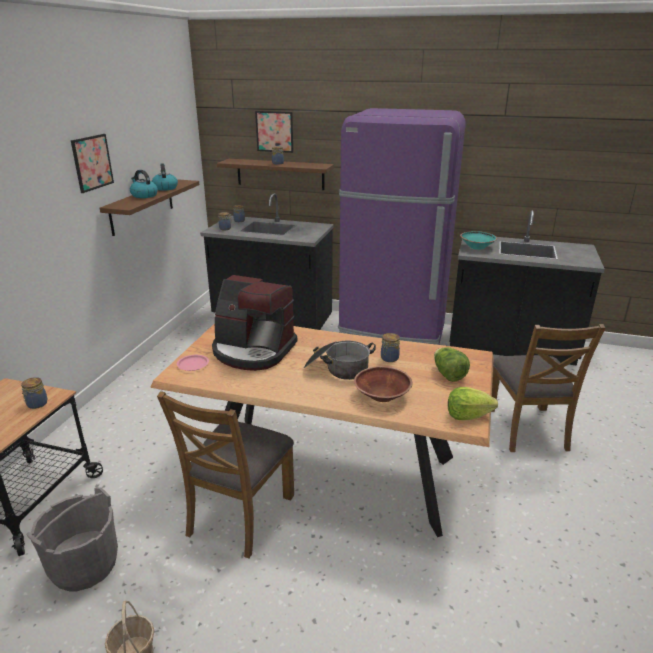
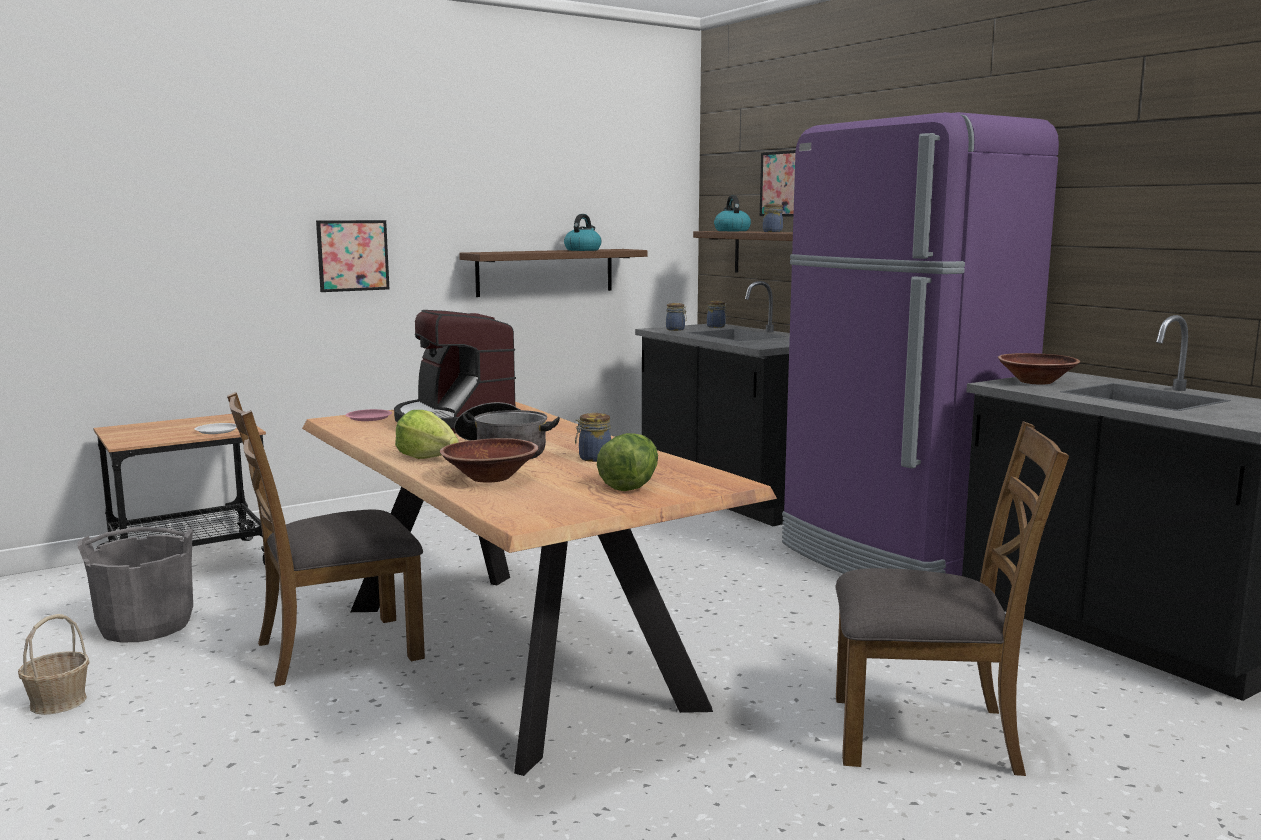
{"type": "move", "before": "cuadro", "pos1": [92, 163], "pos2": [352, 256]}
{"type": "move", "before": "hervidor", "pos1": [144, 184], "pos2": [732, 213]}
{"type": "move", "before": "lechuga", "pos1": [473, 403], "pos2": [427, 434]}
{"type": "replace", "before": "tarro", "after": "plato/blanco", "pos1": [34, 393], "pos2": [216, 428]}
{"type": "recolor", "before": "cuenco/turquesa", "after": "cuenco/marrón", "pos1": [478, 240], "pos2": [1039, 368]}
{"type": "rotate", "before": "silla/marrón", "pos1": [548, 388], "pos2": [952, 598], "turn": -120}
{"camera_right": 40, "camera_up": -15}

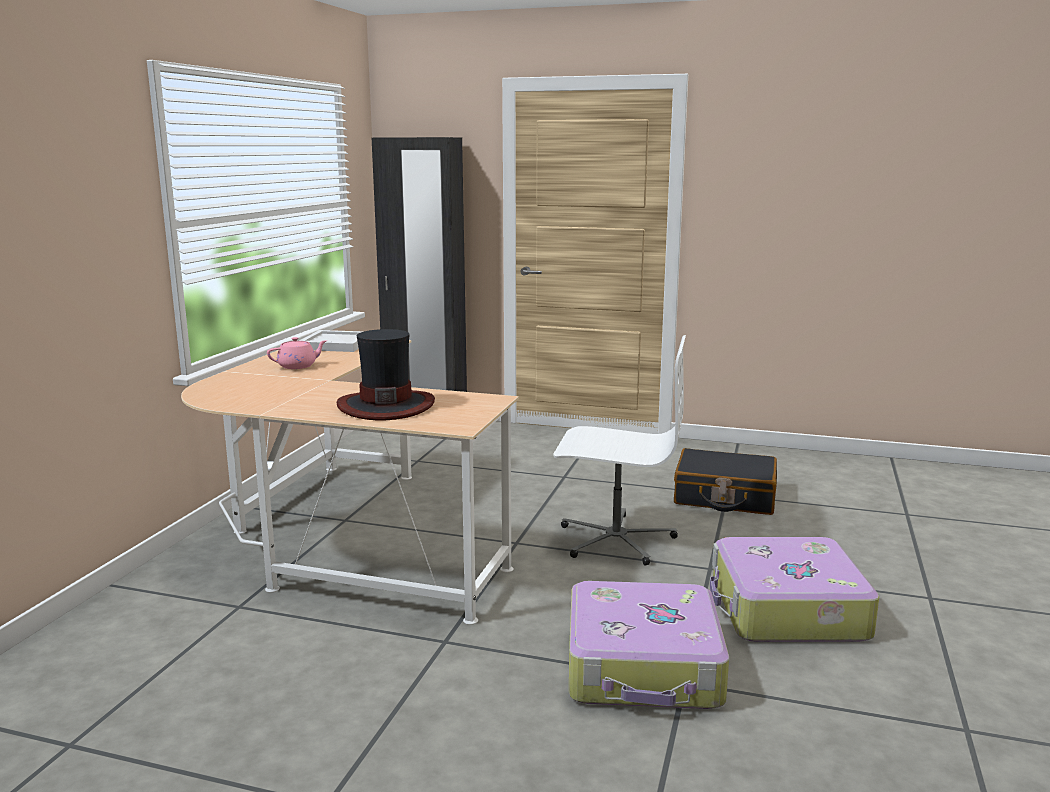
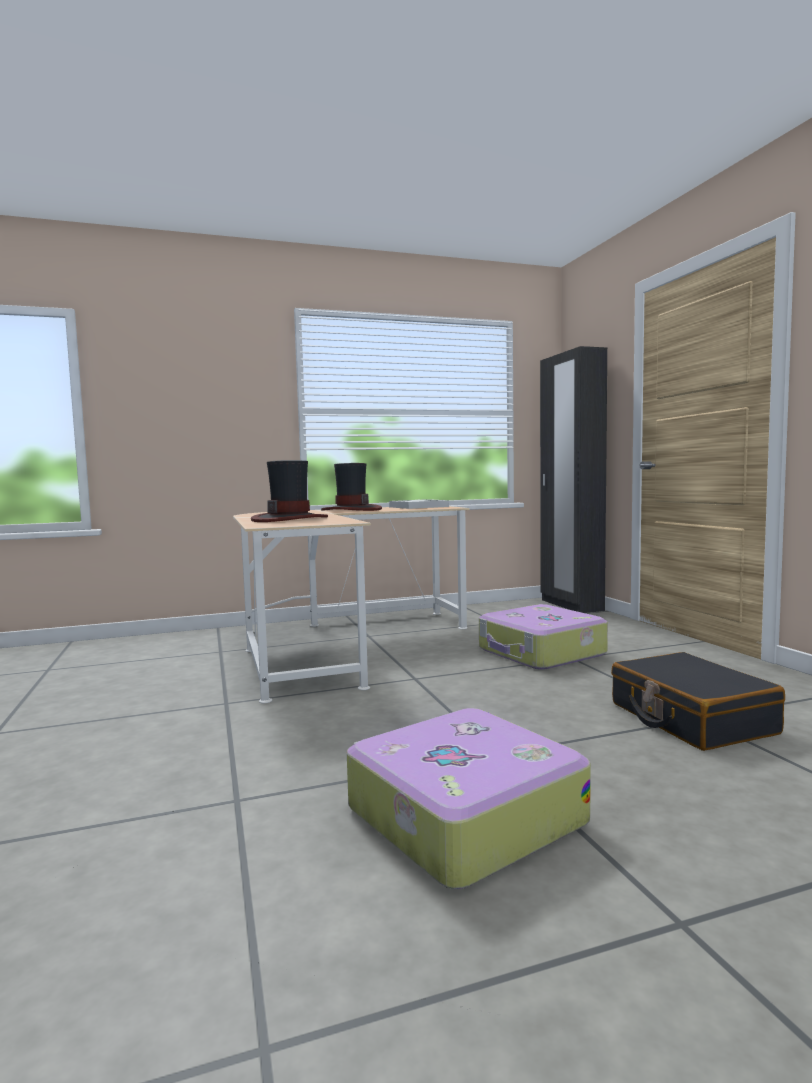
{"type": "delete", "before": "silla de oficina/blanco", "pos1": [619, 450]}
{"type": "move", "before": "maleta", "pos1": [649, 645], "pos2": [543, 637]}
{"type": "replace", "before": "tetera/rosa", "after": "sombrero", "pos1": [297, 353], "pos2": [351, 487]}
{"camera_right": 55, "camera_up": -10}

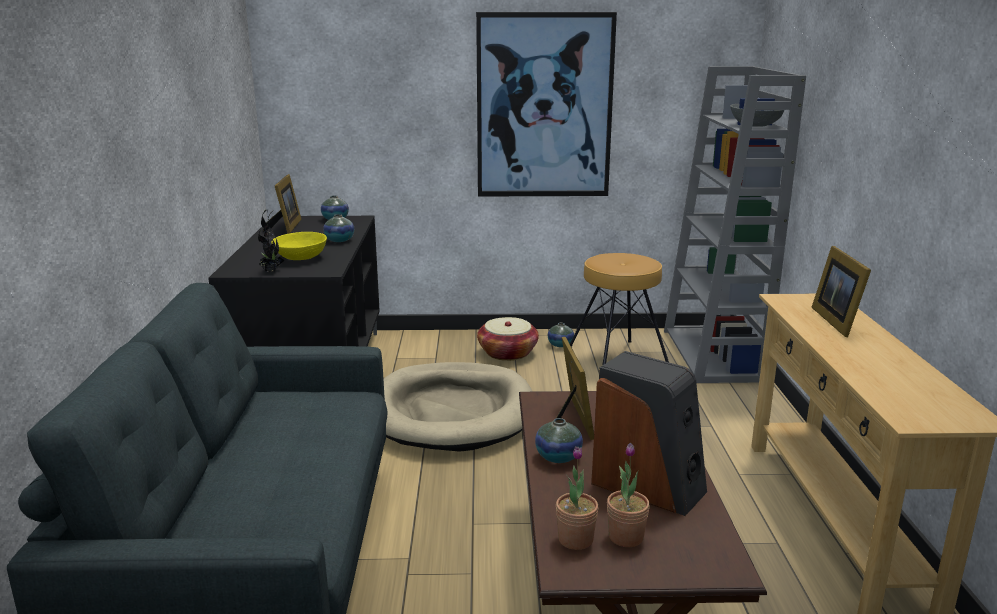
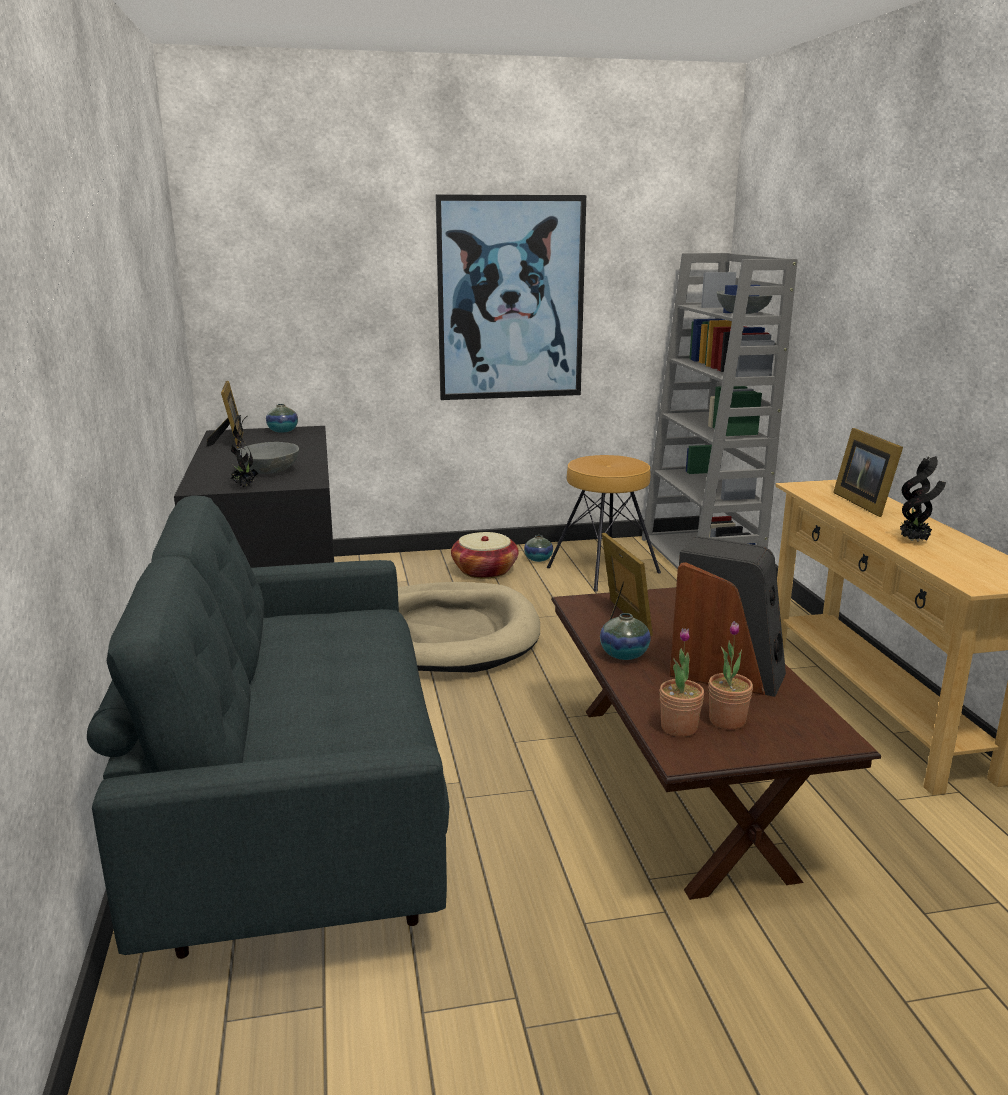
{"type": "delete", "before": "florero", "pos1": [338, 228]}
{"type": "insert", "after": "planta en maceta", "pos2": [923, 499]}
{"type": "recolor", "before": "cuenco/amarillo", "after": "cuenco/gris", "pos1": [299, 246], "pos2": [268, 458]}
{"camera_right": -10, "camera_up": 0}

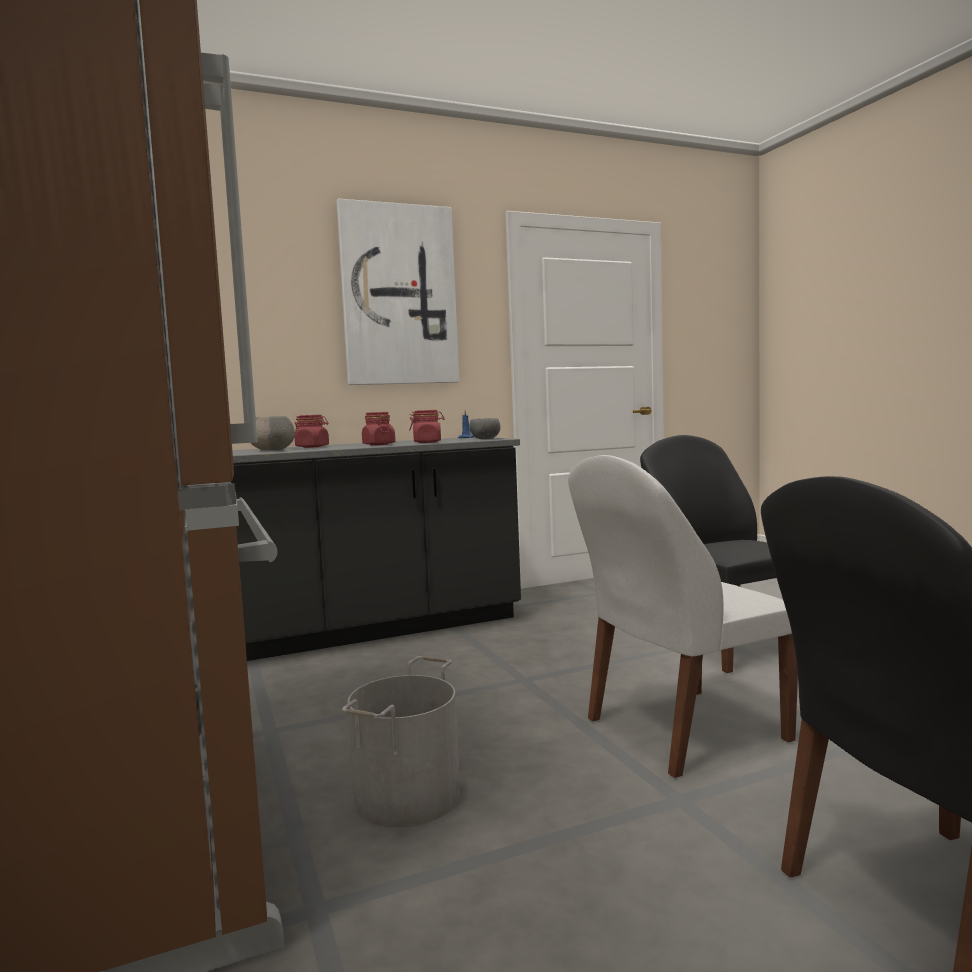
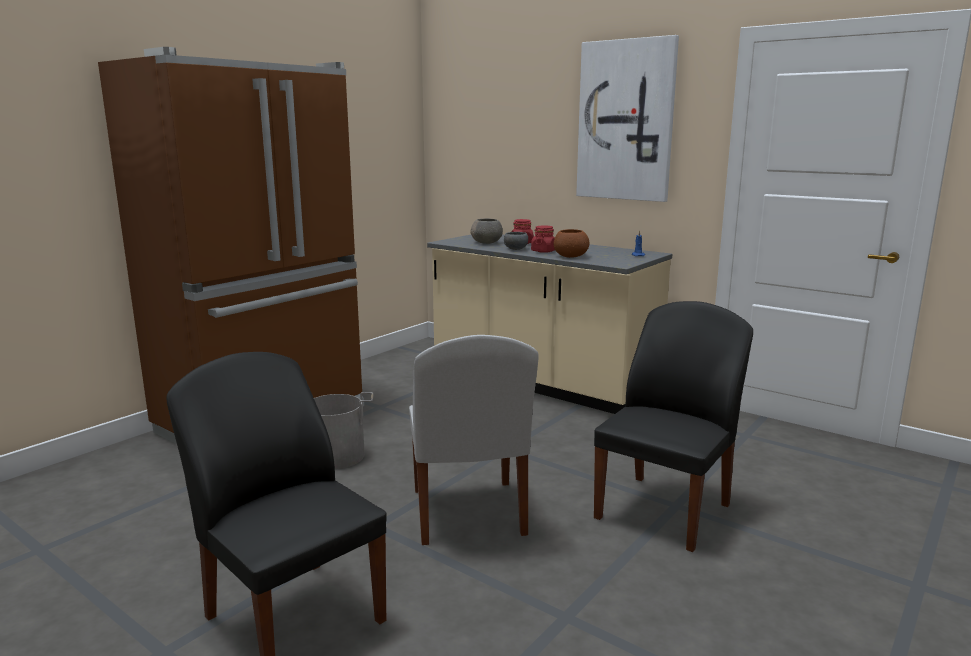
{"type": "move", "before": "cuenco/gris", "pos1": [484, 428], "pos2": [516, 241]}
{"type": "replace", "before": "tarro/rojo", "after": "cuenco/marrón", "pos1": [427, 426], "pos2": [571, 243]}
{"type": "recolor", "before": "mueble bajo de cocina/negro", "after": "mueble bajo de cocina/beis", "pos1": [376, 549], "pos2": [549, 324]}
{"type": "rotate", "before": "silla/blanco", "pos1": [683, 616], "pos2": [474, 440], "turn": -135}
{"camera_right": 60, "camera_up": 10}

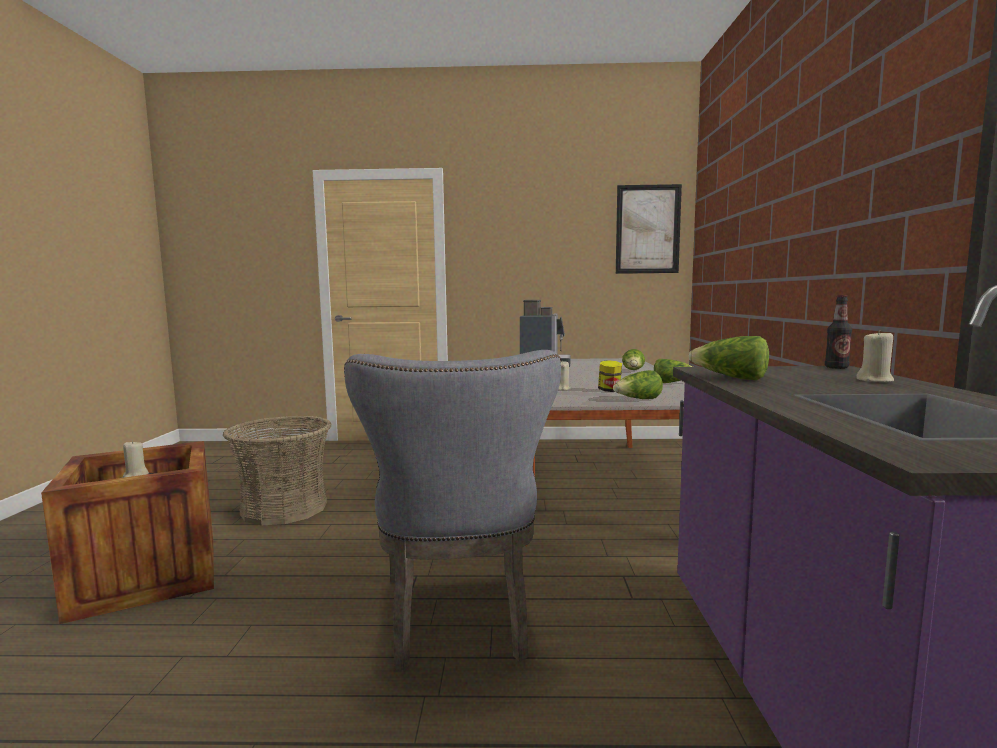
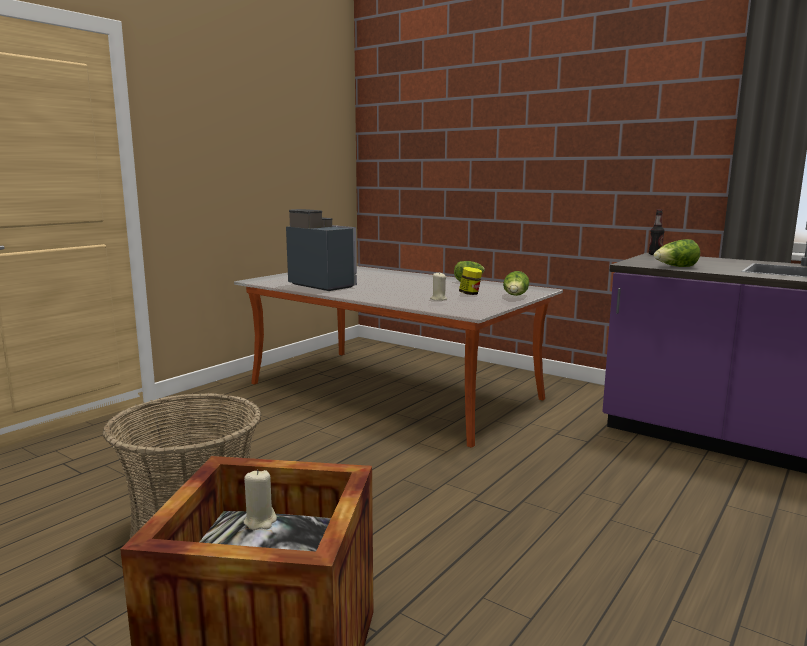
{"type": "delete", "before": "silla/gris", "pos1": [452, 511]}
{"type": "delete", "before": "cuadro", "pos1": [649, 229]}
{"type": "delete", "before": "lechuga", "pos1": [633, 359]}
{"type": "delete", "before": "vela/beis", "pos1": [875, 356]}
{"camera_right": -55, "camera_up": 5}

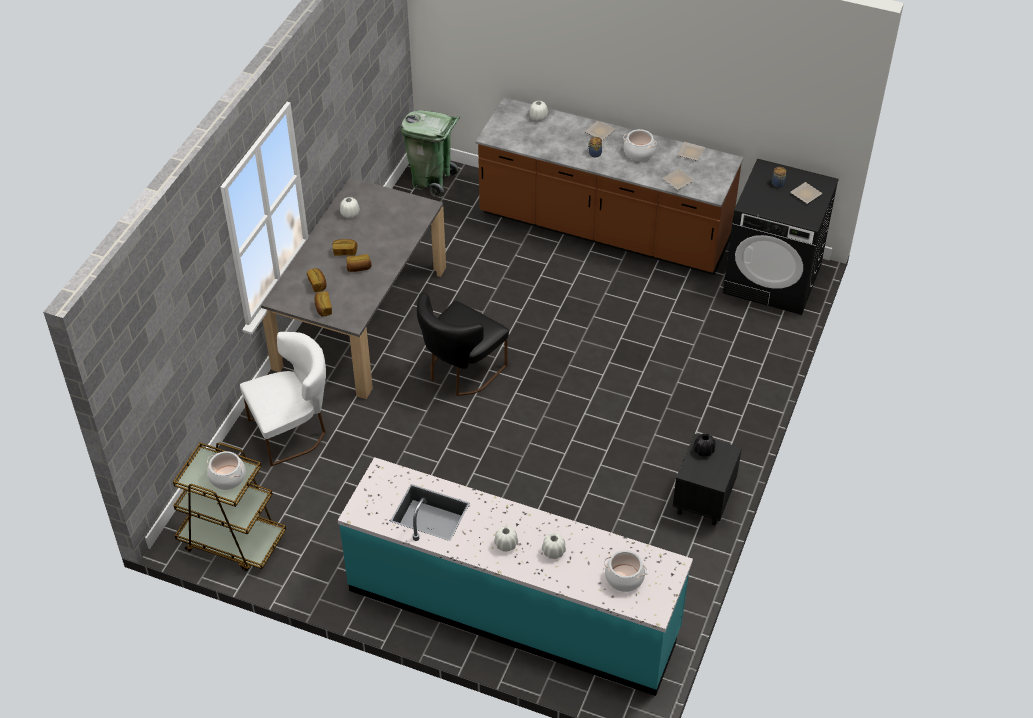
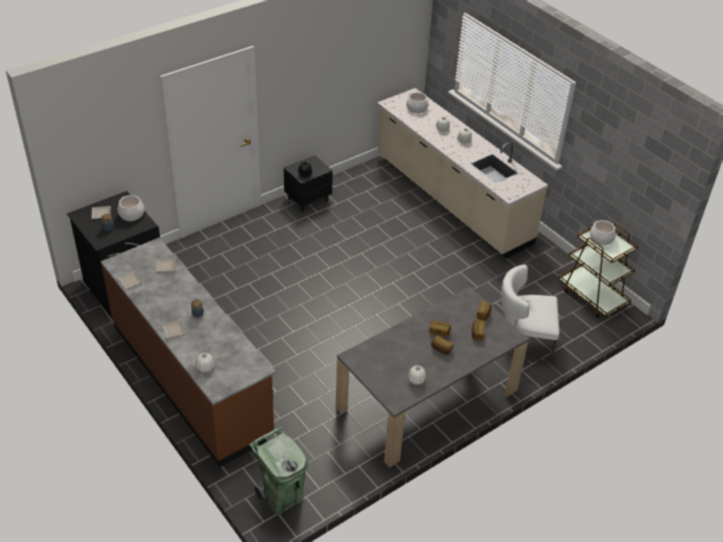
{"type": "delete", "before": "silla/negro", "pos1": [463, 344]}
{"type": "move", "before": "olla", "pos1": [640, 145], "pos2": [131, 208]}
{"type": "recolor", "before": "mueble bajo de cocina/turquesa", "after": "mueble bajo de cocina/beis", "pos1": [515, 576], "pos2": [462, 173]}
{"camera_right": -150, "camera_up": -5}

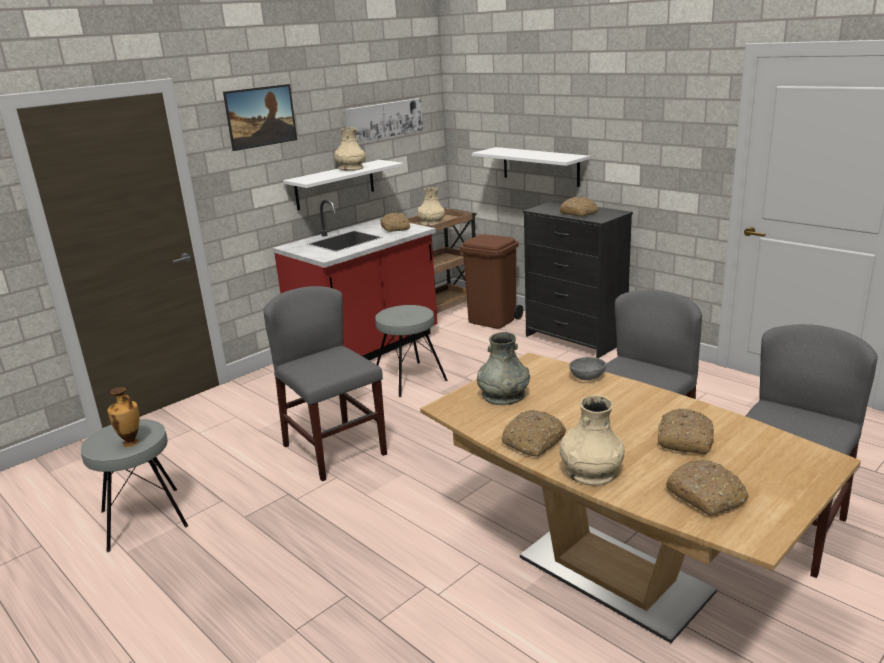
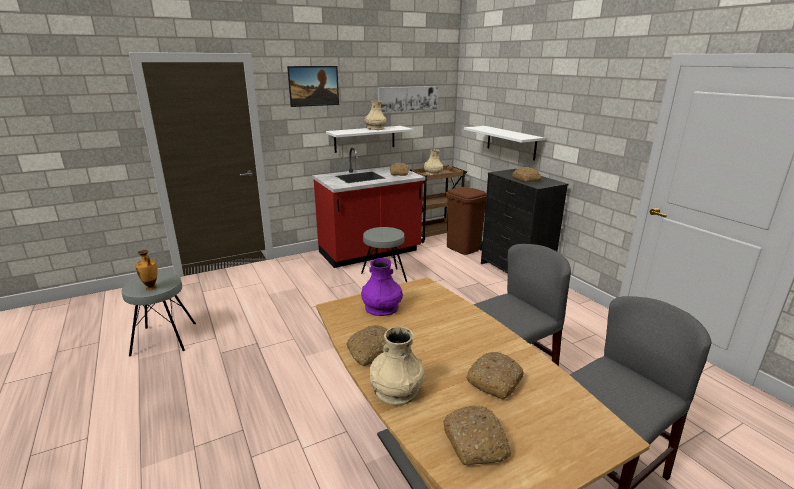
{"type": "delete", "before": "silla/gris", "pos1": [325, 383]}
{"type": "delete", "before": "cuenco/gris", "pos1": [587, 368]}
{"type": "recolor", "before": "florero/gris", "after": "florero/morado", "pos1": [503, 368], "pos2": [382, 287]}
{"camera_right": 15, "camera_up": 0}

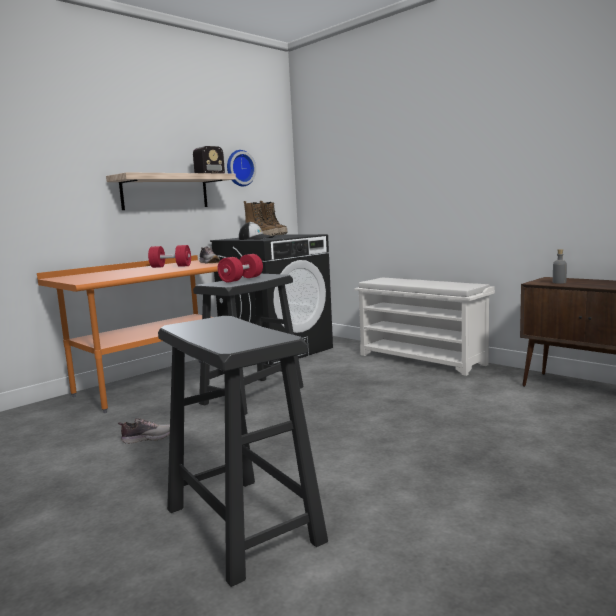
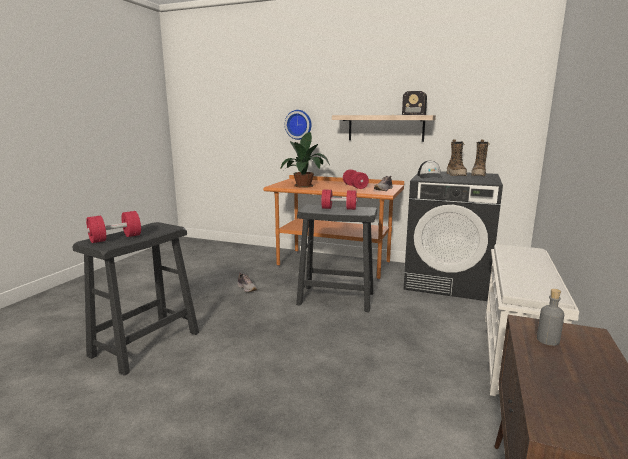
{"type": "insert", "after": "mancuerna/rojo", "pos2": [113, 227]}
{"type": "insert", "after": "planta en maceta", "pos2": [305, 160]}
{"type": "move", "before": "reloj de pared", "pos1": [241, 168], "pos2": [298, 125]}
{"camera_right": 65, "camera_up": 5}

